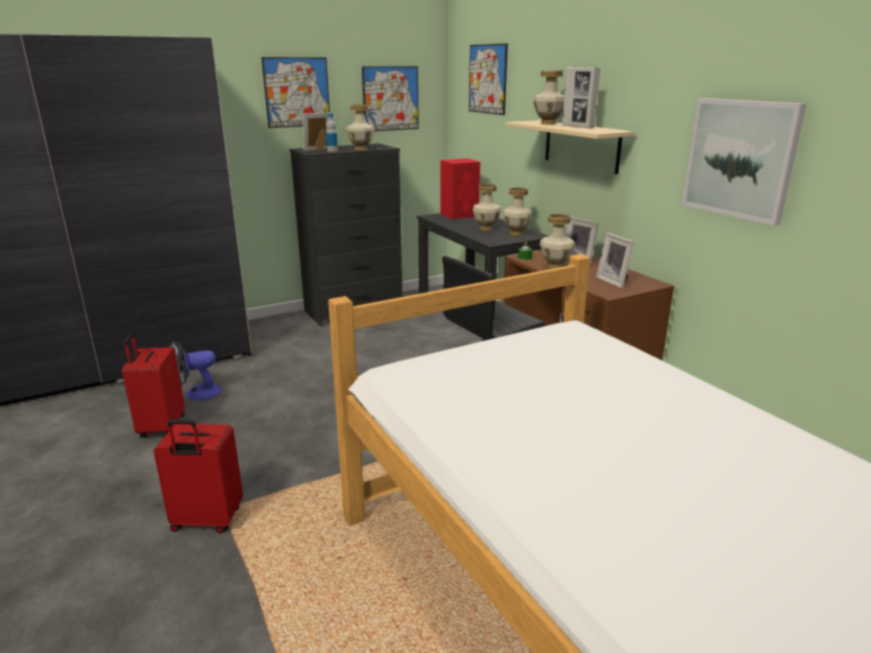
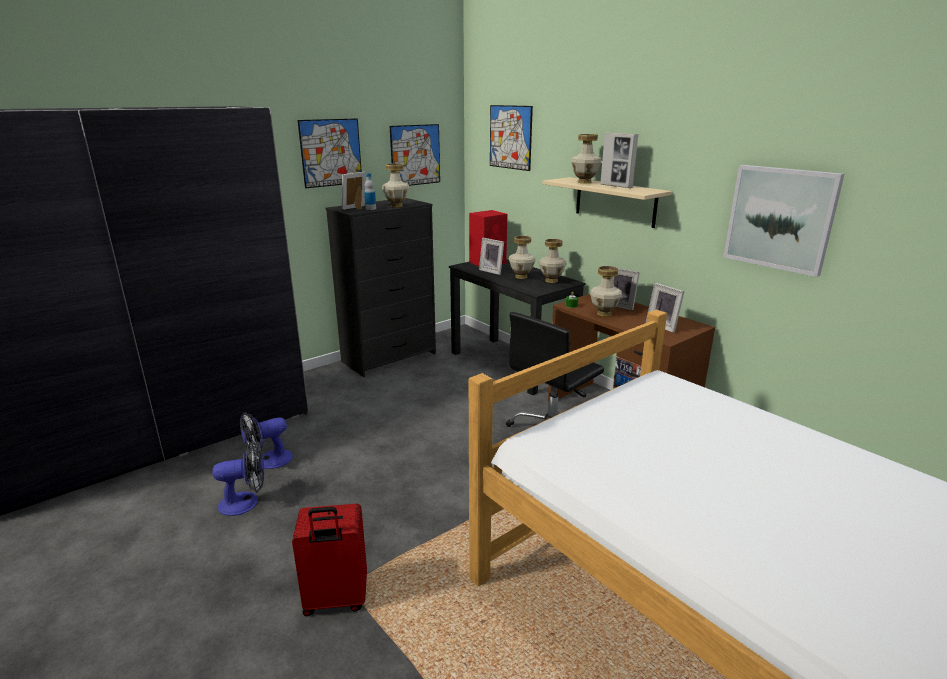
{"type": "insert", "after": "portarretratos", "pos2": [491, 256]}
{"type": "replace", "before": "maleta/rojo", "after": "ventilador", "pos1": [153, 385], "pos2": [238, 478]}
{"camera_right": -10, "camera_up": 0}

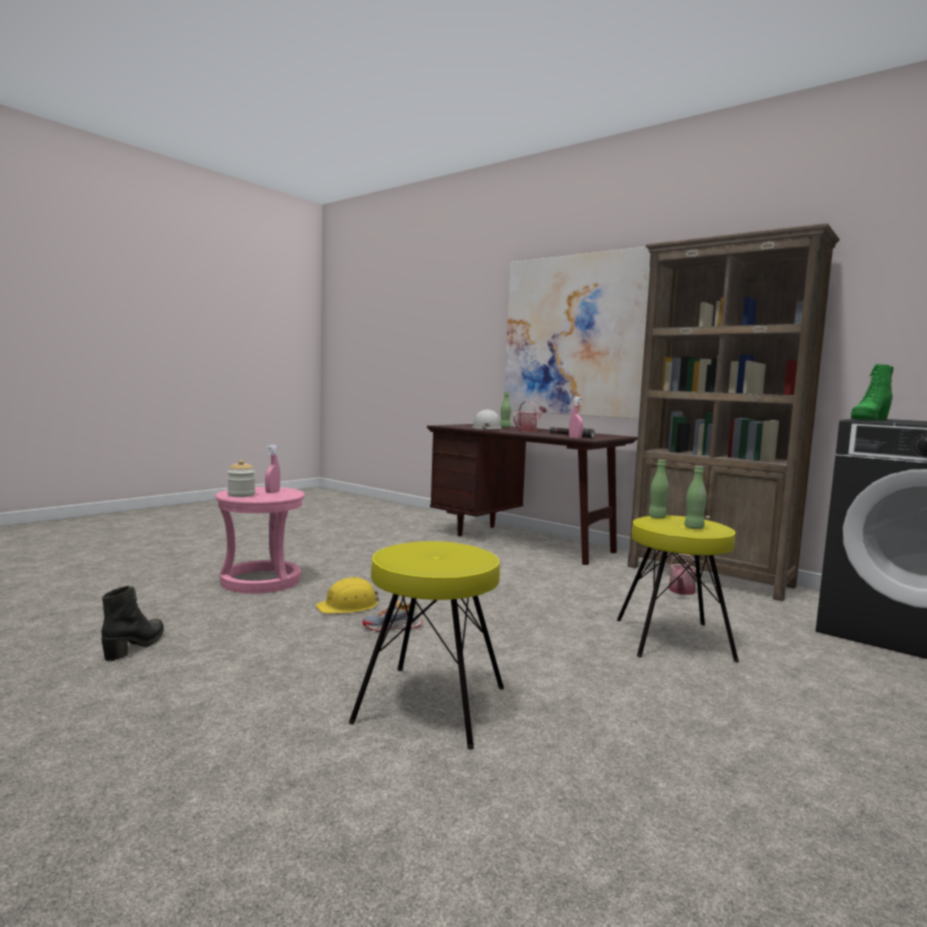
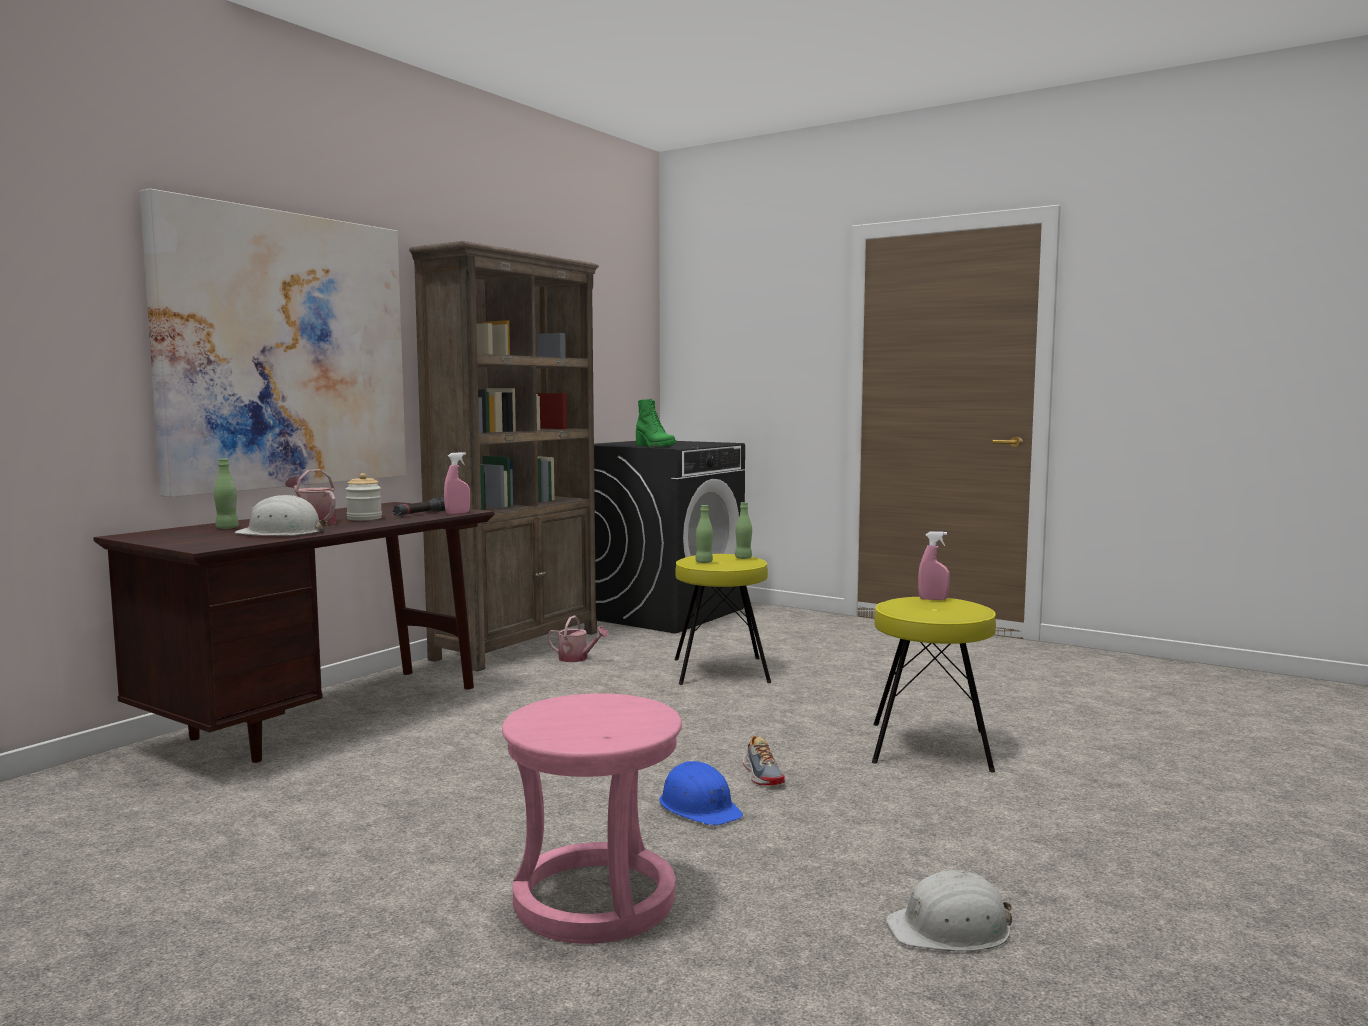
{"type": "move", "before": "tarro", "pos1": [241, 478], "pos2": [364, 496]}
{"type": "move", "before": "pulverizador/rosa", "pos1": [272, 469], "pos2": [934, 566]}
{"type": "replace", "before": "bota/negro", "after": "casco/blanco", "pos1": [132, 623], "pos2": [948, 910]}
{"type": "recolor", "before": "casco/amarillo", "after": "casco/azul", "pos1": [347, 595], "pos2": [701, 793]}
{"camera_right": -95, "camera_up": 0}

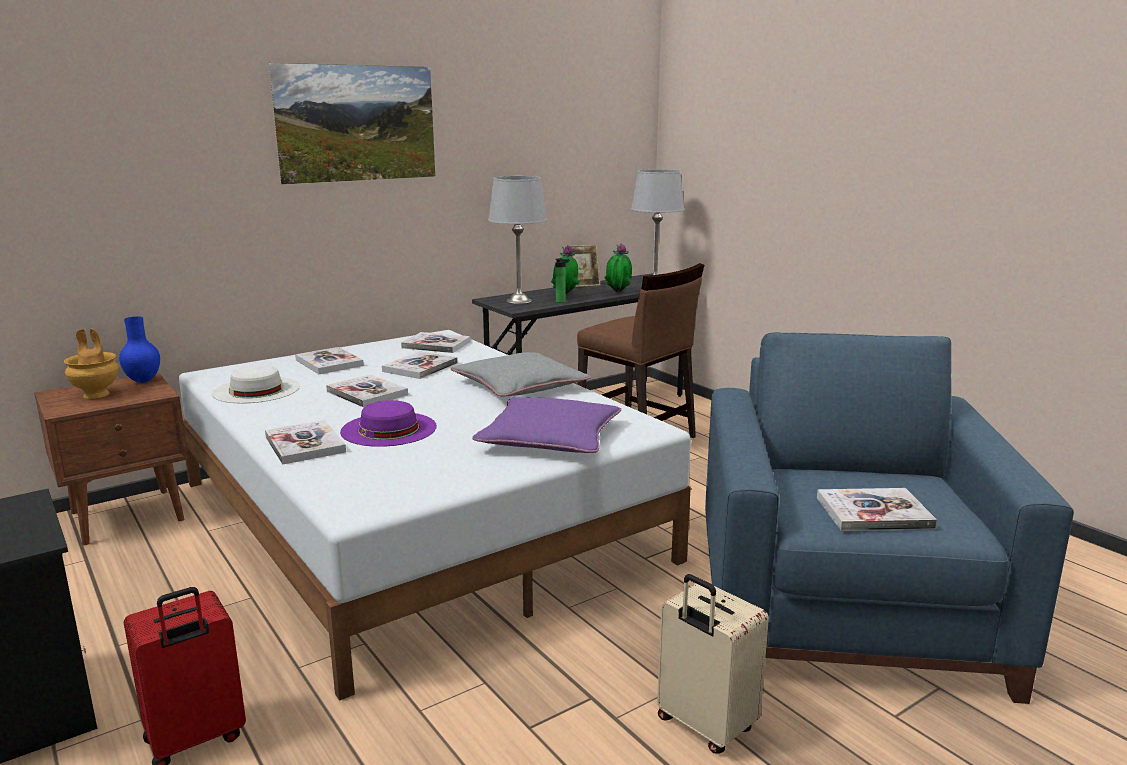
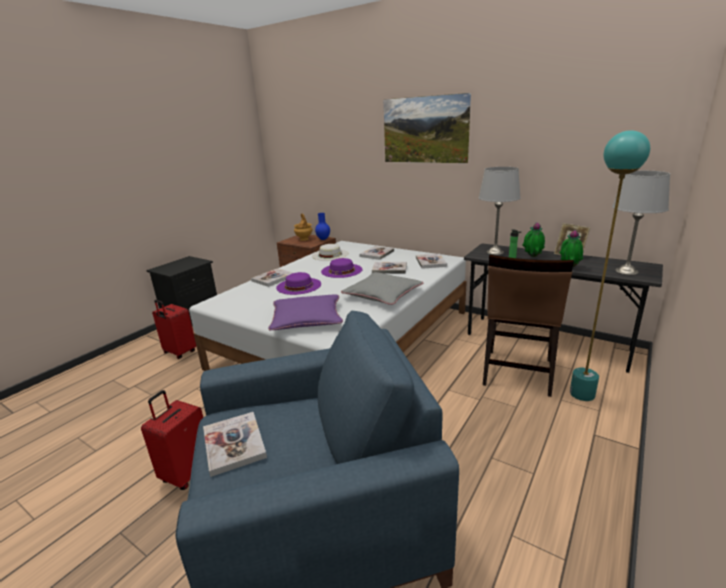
{"type": "insert", "after": "lámpara de pie/turquesa", "pos2": [610, 265]}
{"type": "replace", "before": "libro", "after": "sombrero/morado", "pos1": [367, 391], "pos2": [342, 268]}
{"type": "recolor", "before": "maleta/beis", "after": "maleta/rojo", "pos1": [713, 664], "pos2": [172, 440]}
{"camera_right": 70, "camera_up": 5}

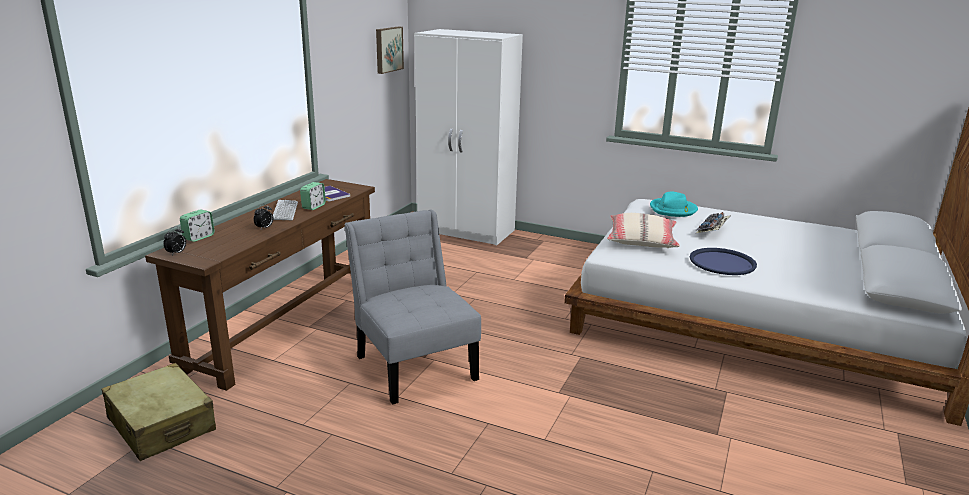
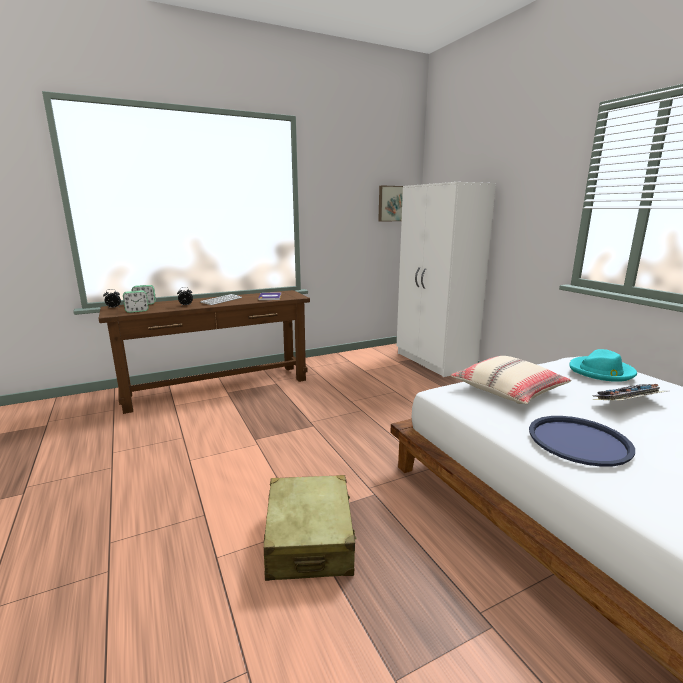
{"type": "delete", "before": "silla/gris", "pos1": [412, 307]}
{"type": "move", "before": "maleta/beis", "pos1": [159, 412], "pos2": [310, 528]}
{"type": "move", "before": "despertador", "pos1": [313, 196], "pos2": [136, 301]}
{"camera_right": 40, "camera_up": -5}

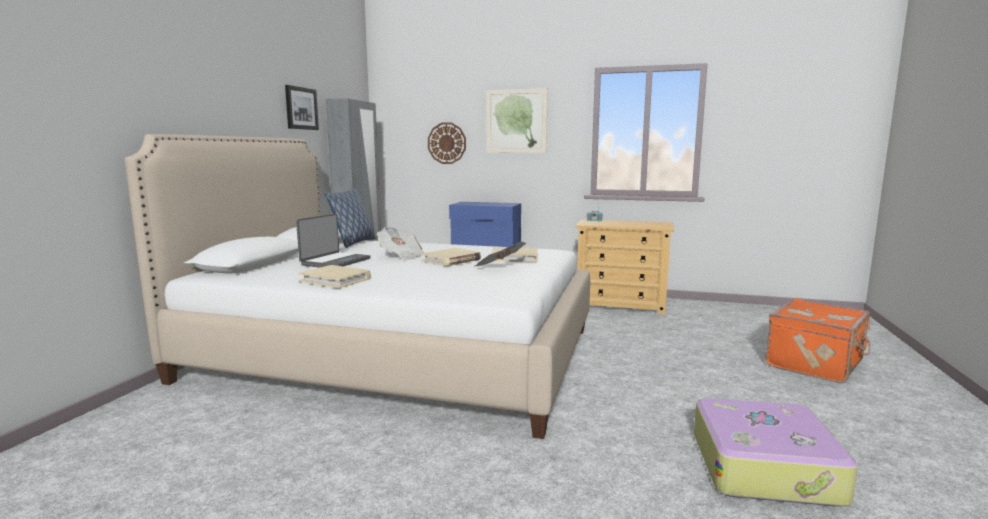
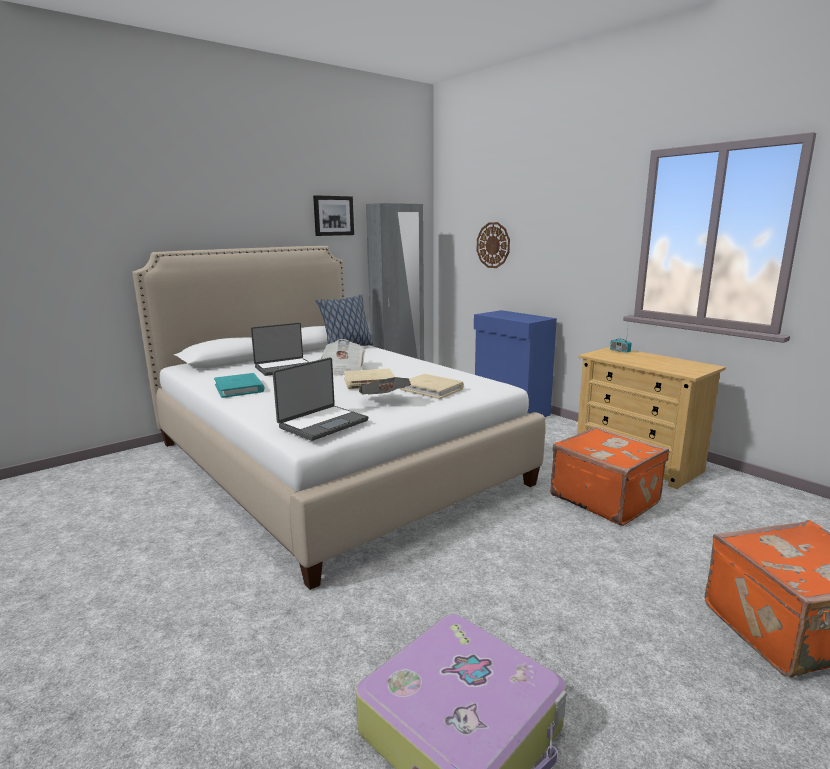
{"type": "delete", "before": "cuadro", "pos1": [517, 120]}
{"type": "insert", "after": "portátil", "pos2": [320, 399]}
{"type": "insert", "after": "maleta/naranja", "pos2": [609, 476]}
{"type": "recolor", "before": "libro/beis", "after": "libro/turquesa", "pos1": [334, 276], "pos2": [239, 385]}
{"camera_right": 35, "camera_up": 5}

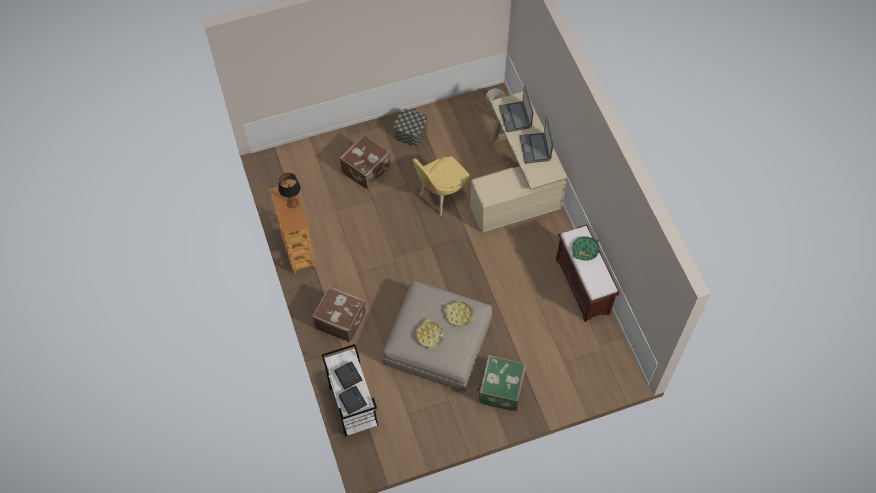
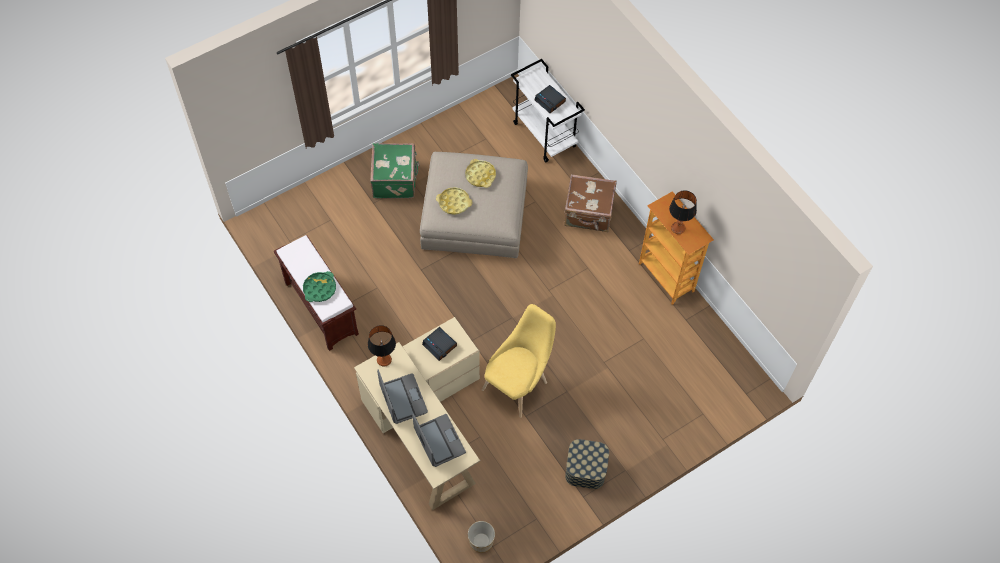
{"type": "delete", "before": "maleta/marrón", "pos1": [365, 161]}
{"type": "insert", "after": "lámpara de mesa", "pos2": [382, 346]}
{"type": "move", "before": "despertador", "pos1": [353, 400], "pos2": [439, 344]}
{"camera_right": 165, "camera_up": 0}

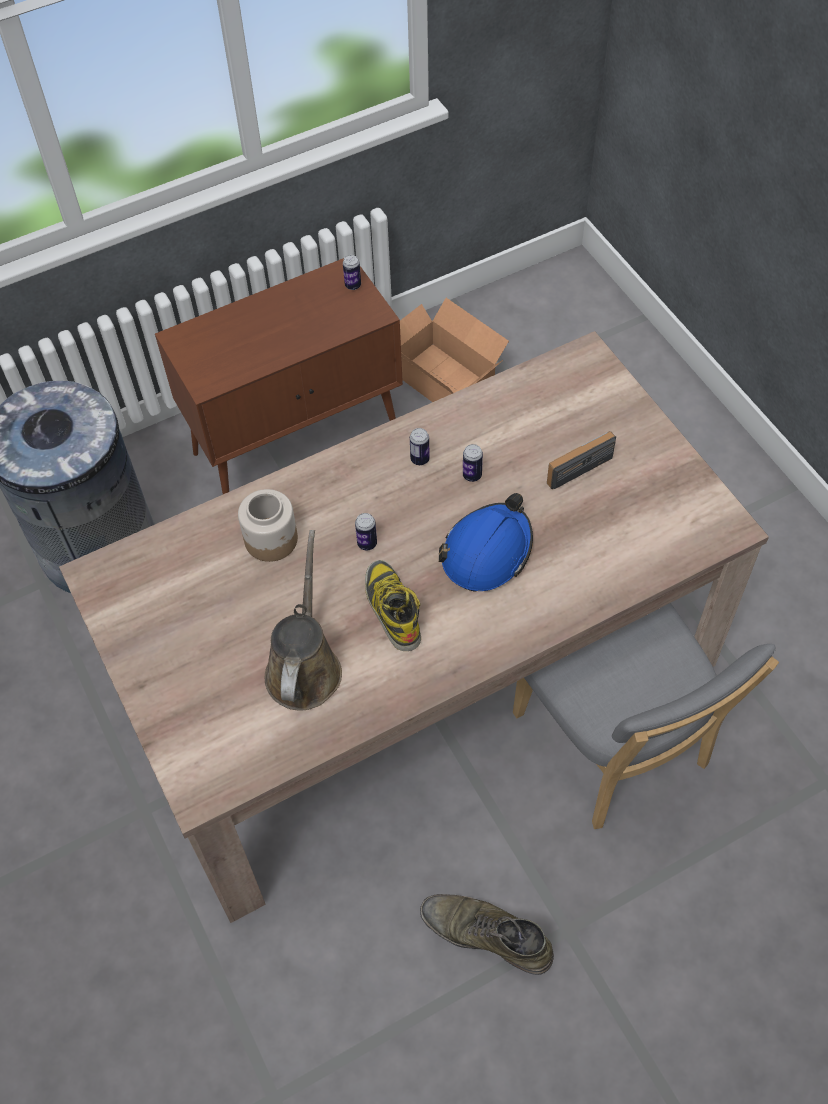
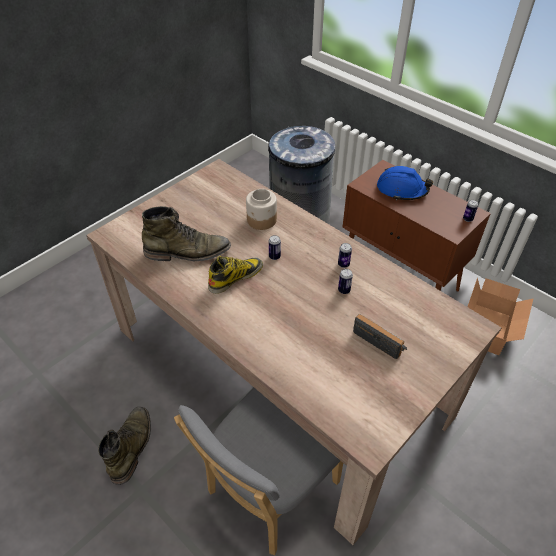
{"type": "move", "before": "casco/azul", "pos1": [486, 542], "pos2": [405, 183]}
{"type": "replace", "before": "regadera/marrón", "after": "bota/verde", "pos1": [303, 620], "pos2": [186, 234]}
{"camera_right": 70, "camera_up": -10}

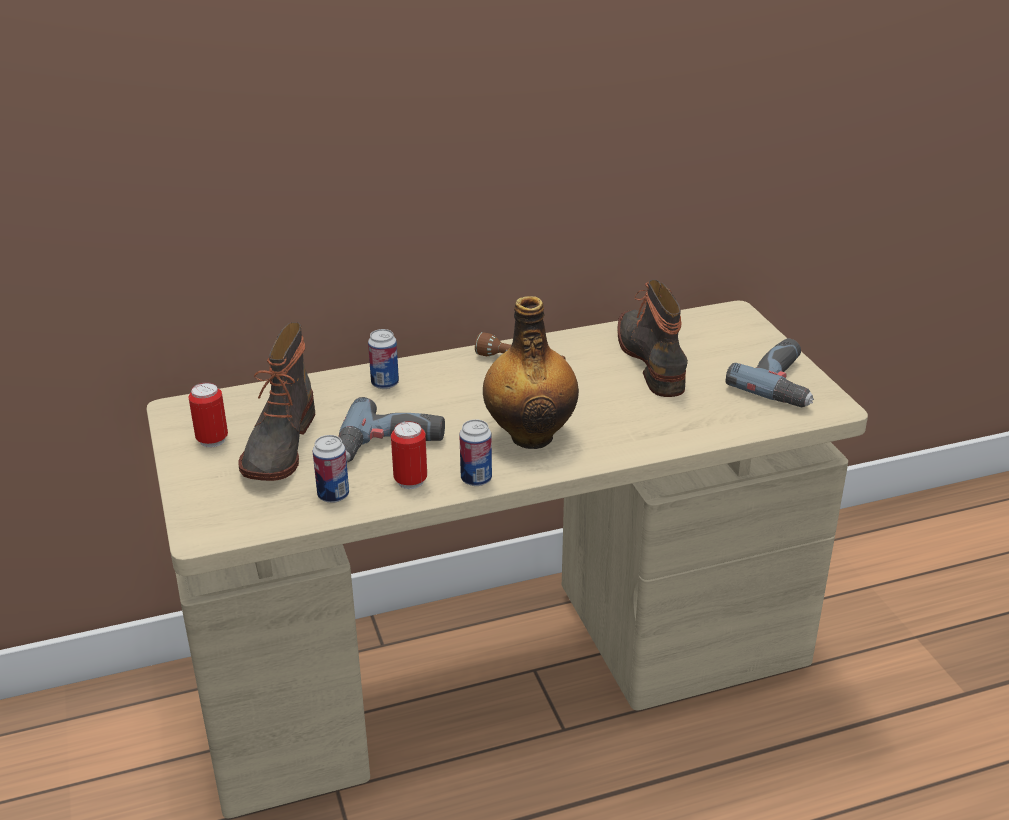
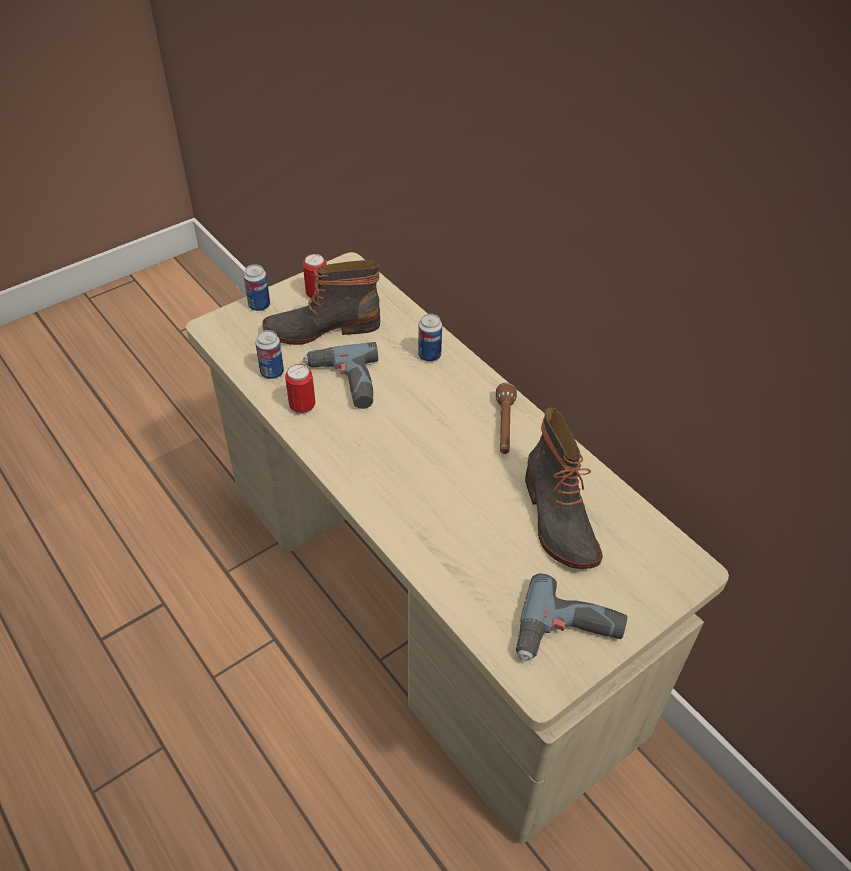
{"type": "delete", "before": "botella", "pos1": [531, 372]}
{"type": "move", "before": "lata", "pos1": [475, 452], "pos2": [256, 287]}
{"type": "rotate", "before": "bota", "pos1": [652, 338], "pos2": [564, 488], "turn": 105}
{"camera_right": 70, "camera_up": 15}

